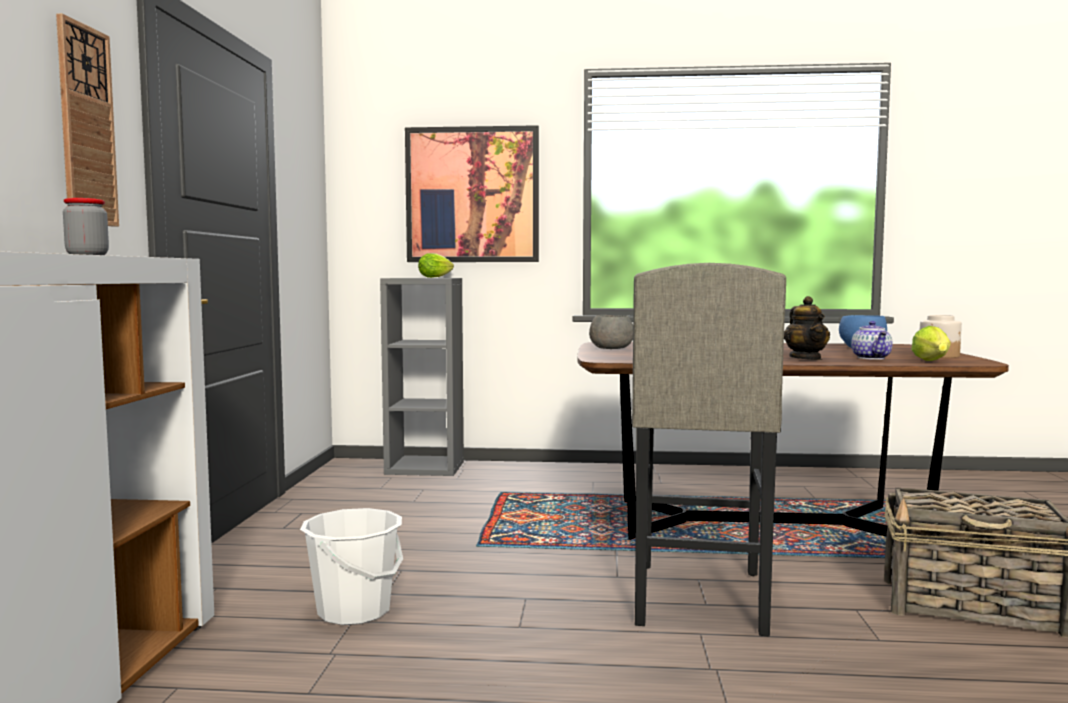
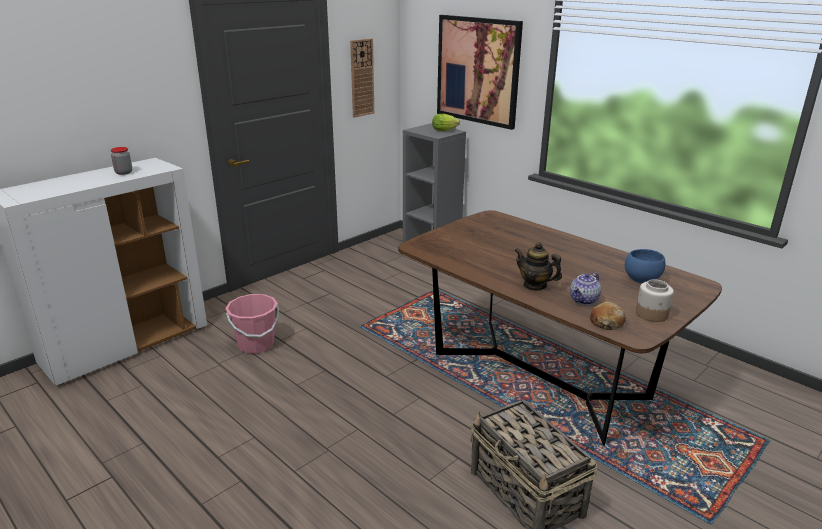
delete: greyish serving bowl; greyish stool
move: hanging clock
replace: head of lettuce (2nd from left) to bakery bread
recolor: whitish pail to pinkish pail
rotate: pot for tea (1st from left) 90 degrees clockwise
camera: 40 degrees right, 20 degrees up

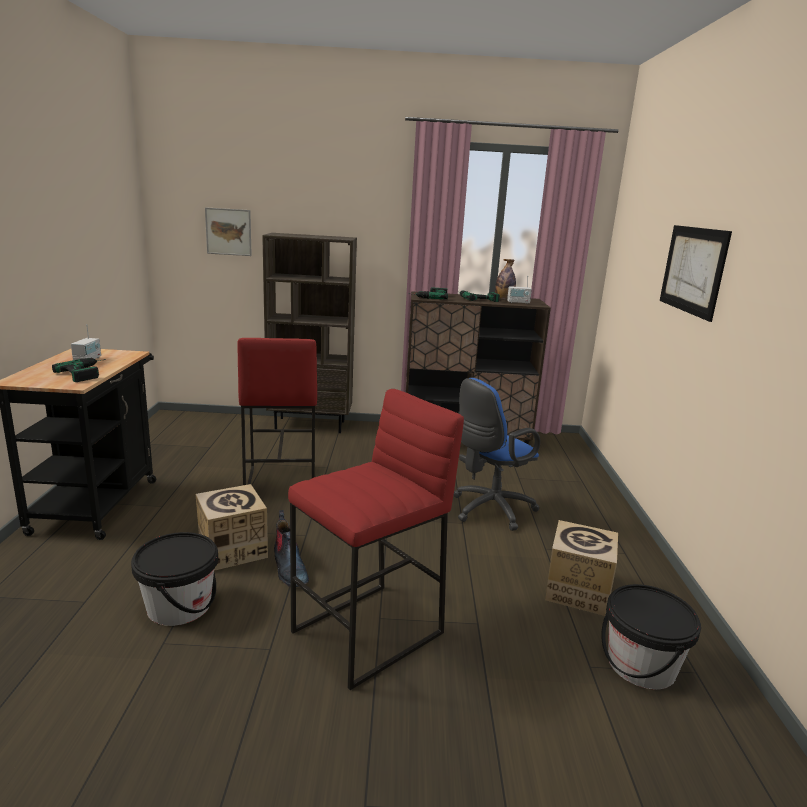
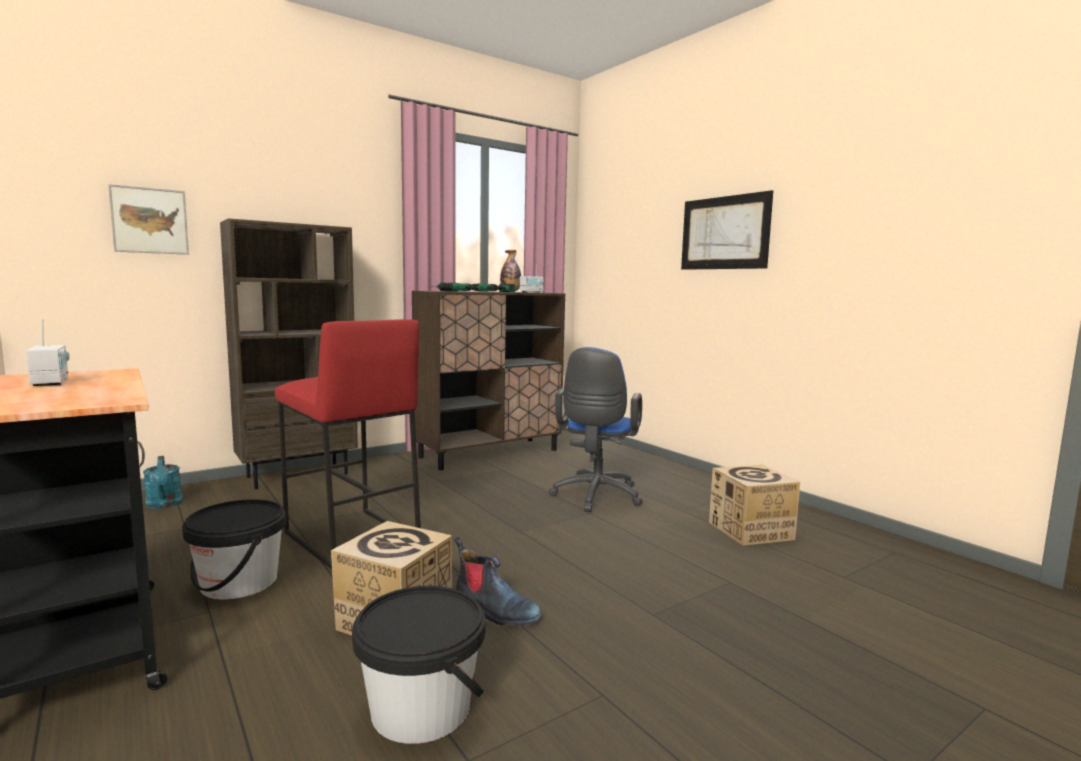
delete: electric drill (1st from left); red stool (2nd from left)
insert: blue-green watering can
move: black pail (2nd from left in the first image) to black pail (1st from left)
camera: 35 degrees left, 10 degrees down

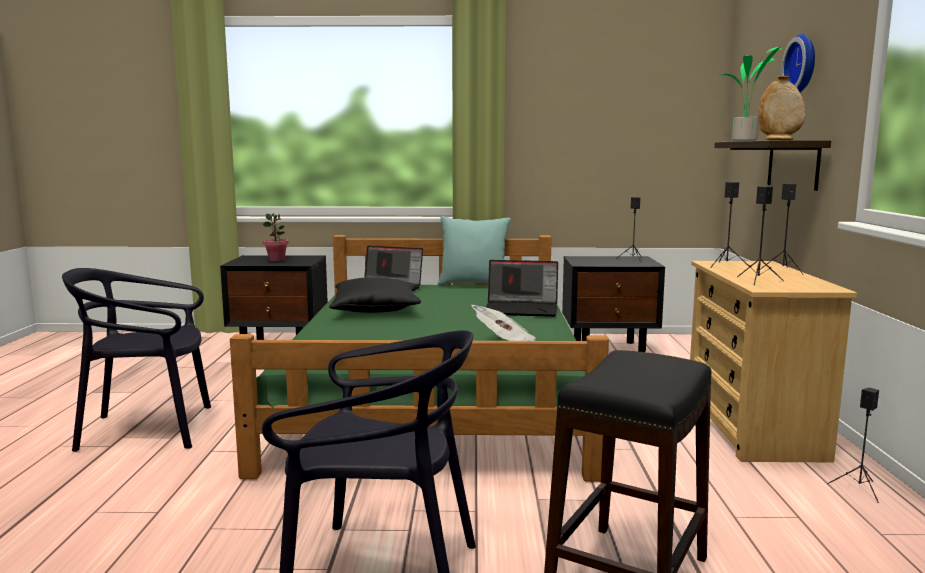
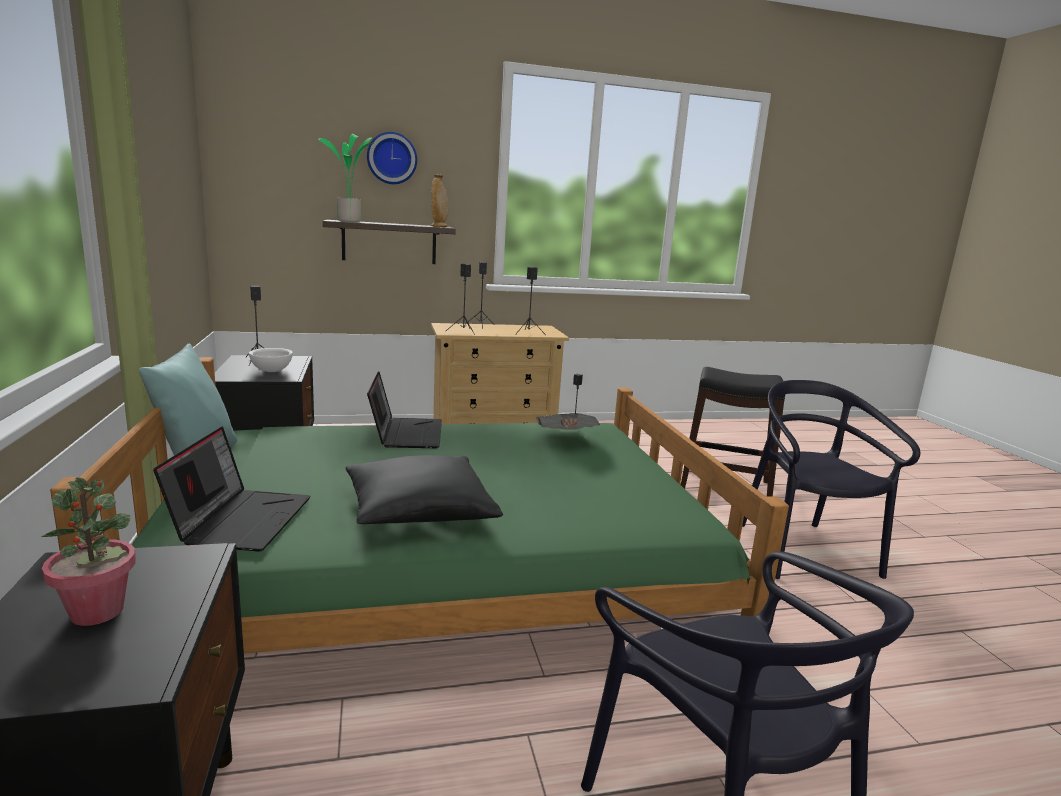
insert: whitish serving bowl
camera: 105 degrees left, 5 degrees up

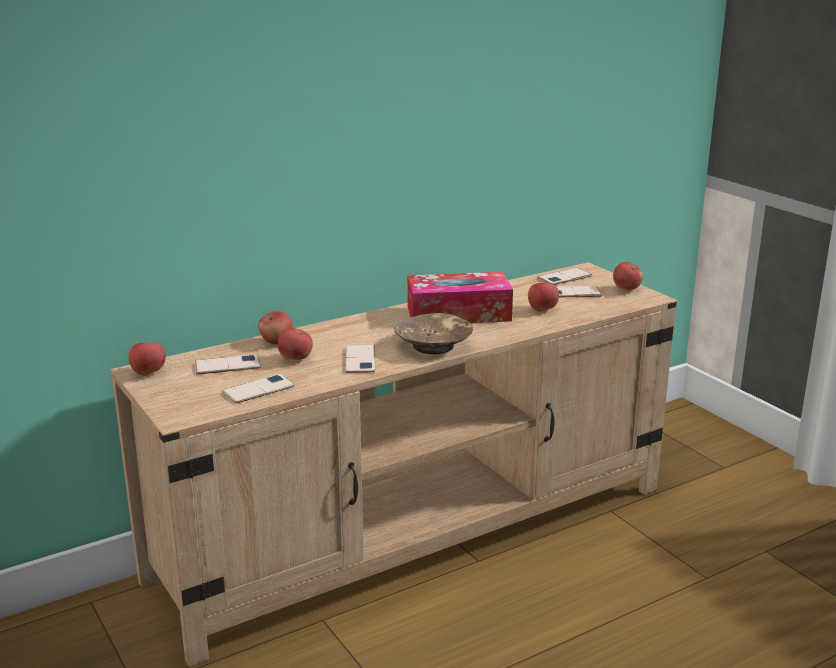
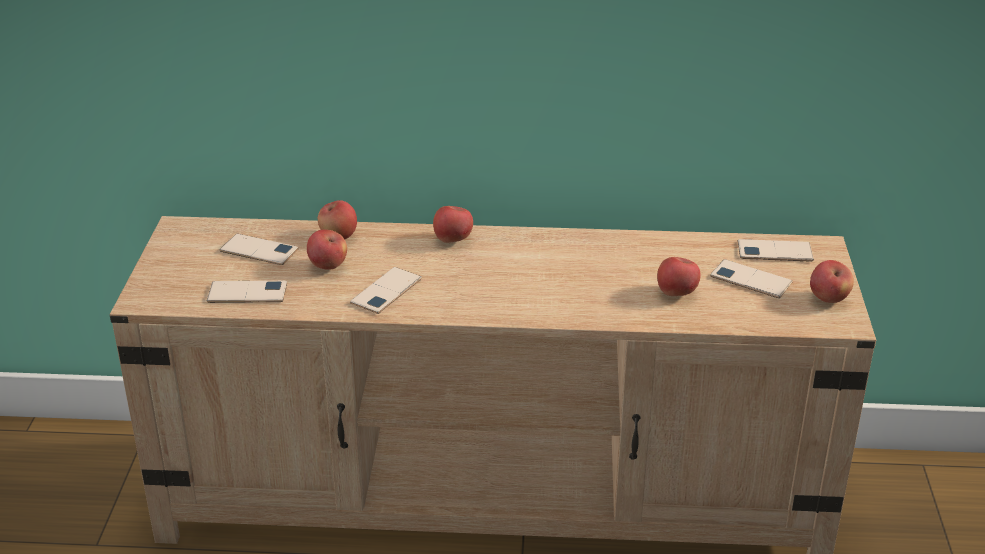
delete: brown-coloured serving bowl; box of tissues
move: apple fruit (1st from left in the first image) to apple fruit (3rd from left)
camera: 35 degrees right, 10 degrees up

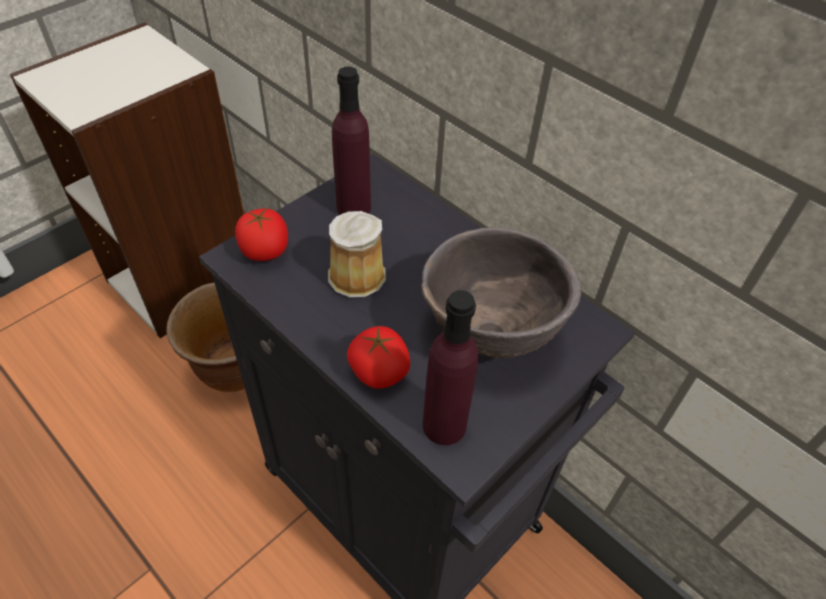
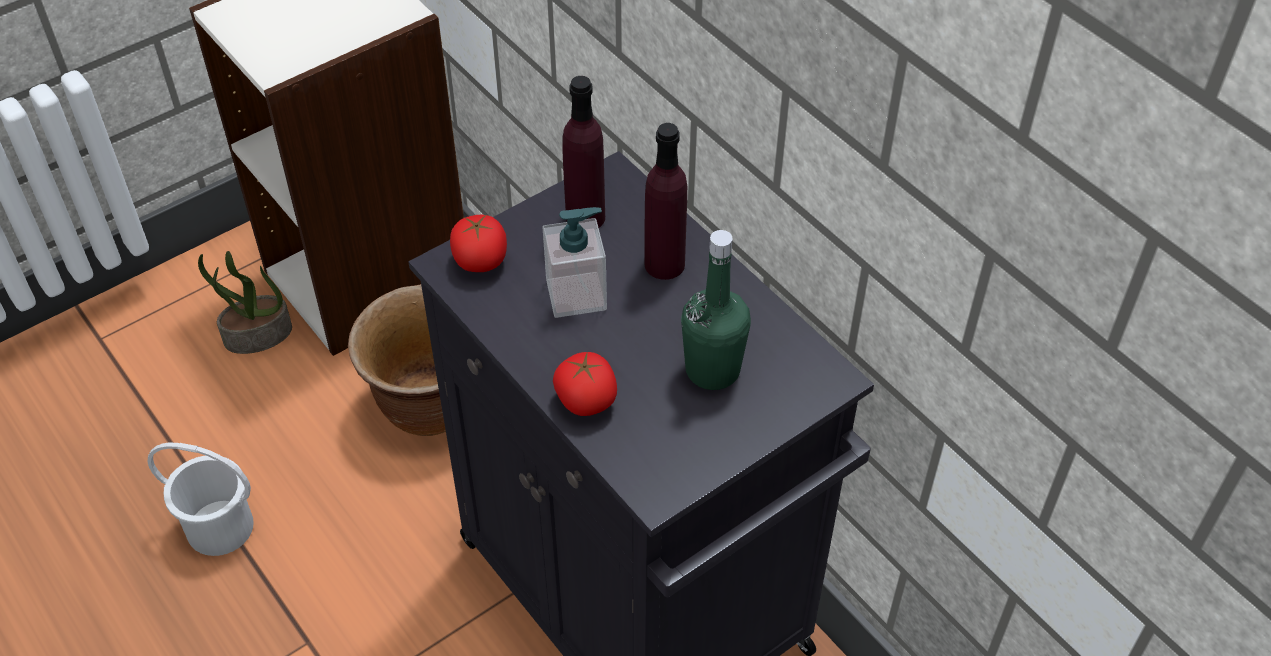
insert: whitish pail; potted plant
move: purple drink bottle (2nd from left)
replace: coffee mug to soap bottle; brown-coloured serving bowl to greenish drink bottle
camera: 10 degrees right, 0 degrees up

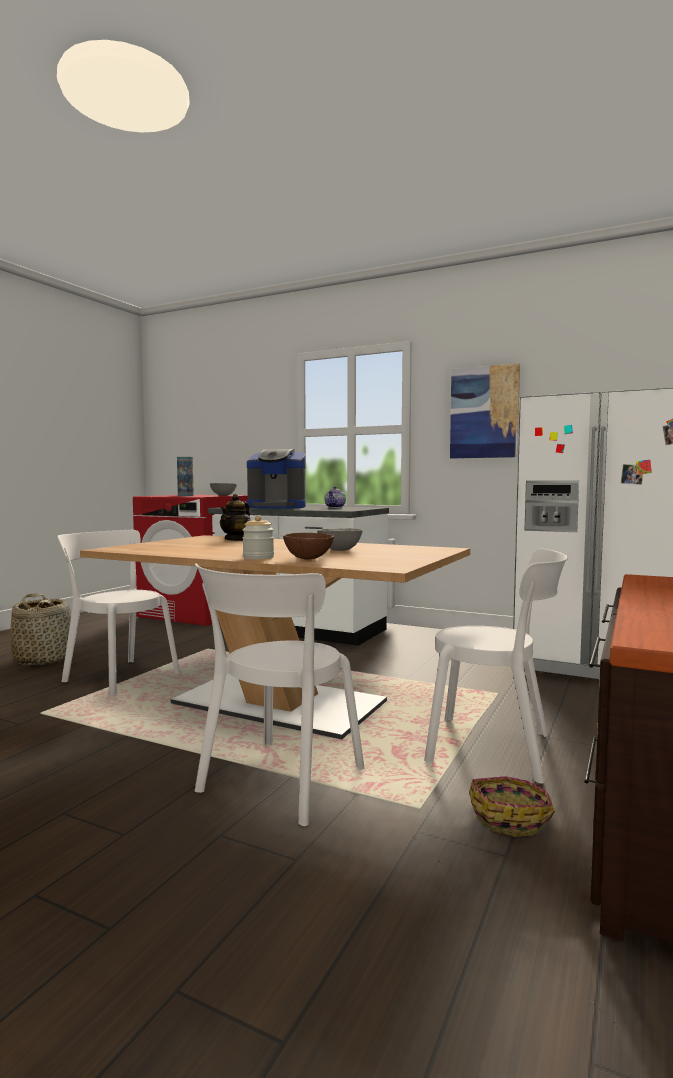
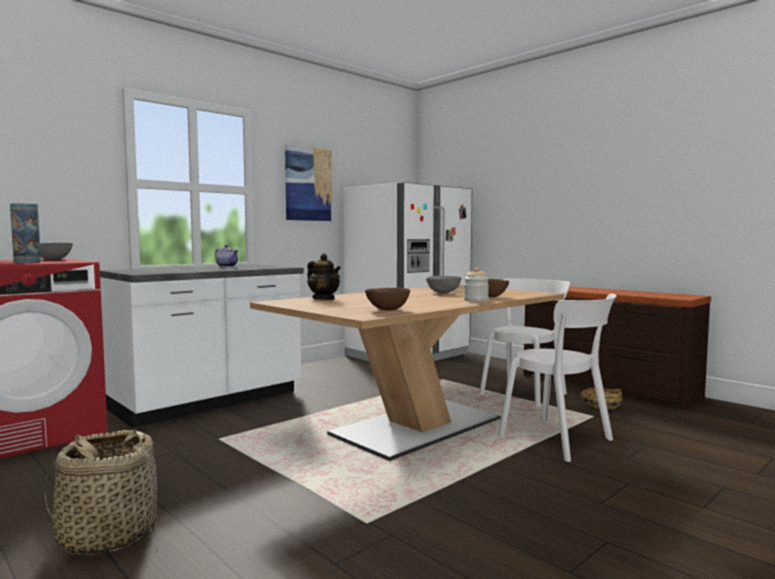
delete: whitish plain chair (1st from left); coffee brewer
insert: brown-coloured serving bowl (1st from left)
camera: 70 degrees left, 0 degrees up

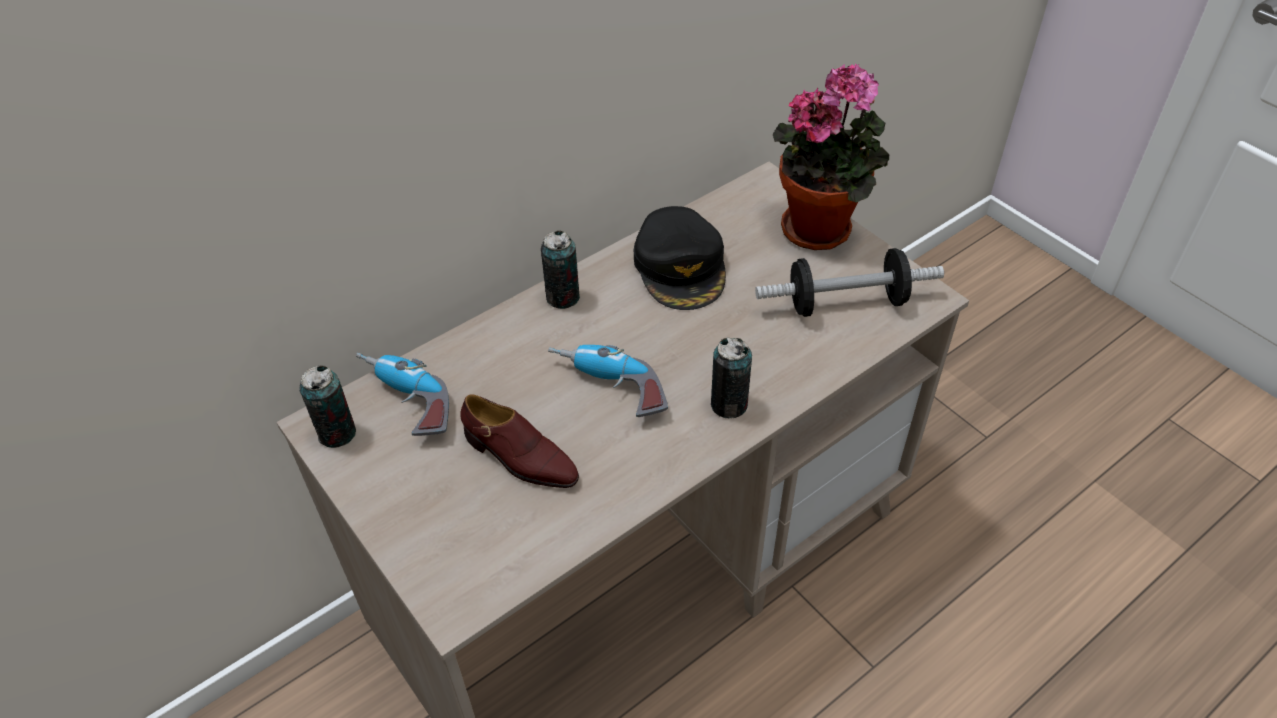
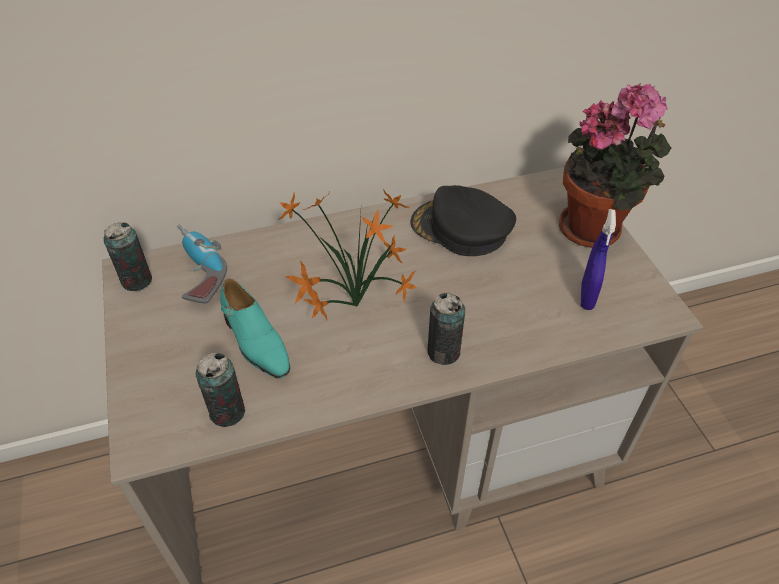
move: sealed can (2nd from left)
replace: electric drill (2nd from left) to potted plant (1st from left); hand weight to blue sprayer
recolor: brown-coloured shoe to blue-green shoe
rotate: black peaked cap 105 degrees clockwise
camera: 20 degrees right, 0 degrees up

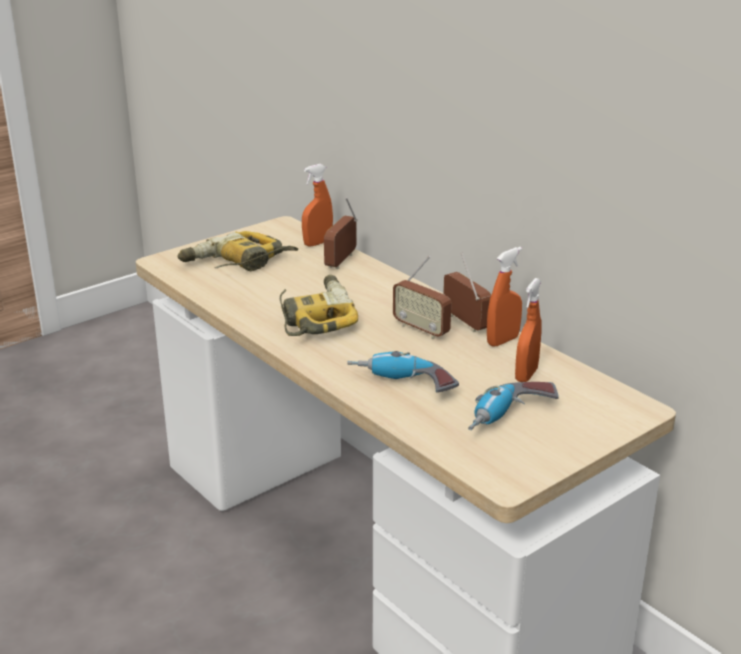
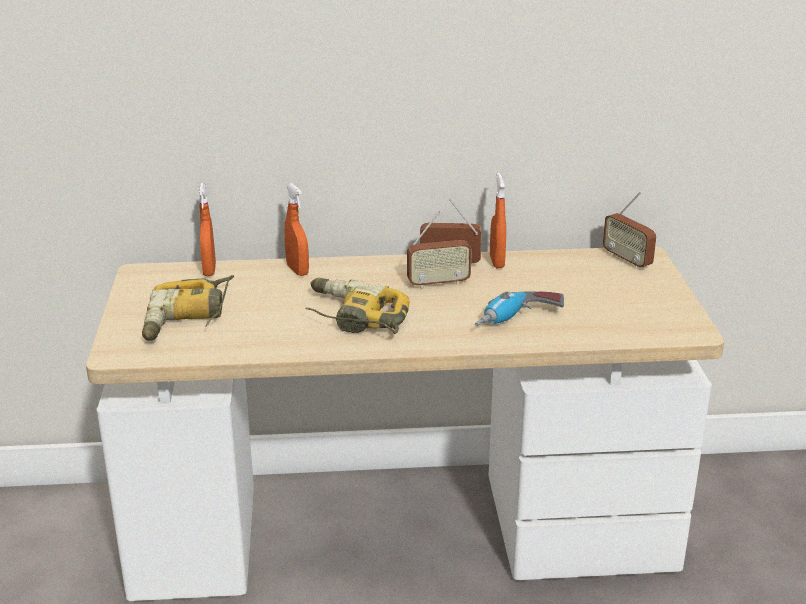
delete: electric drill (4th from left)
move: orangey sprayer (3rd from left in the first image) to orangey sprayer (2nd from left); radio (1st from left in the first image) to radio (3rd from left)
camera: 55 degrees left, 0 degrees up

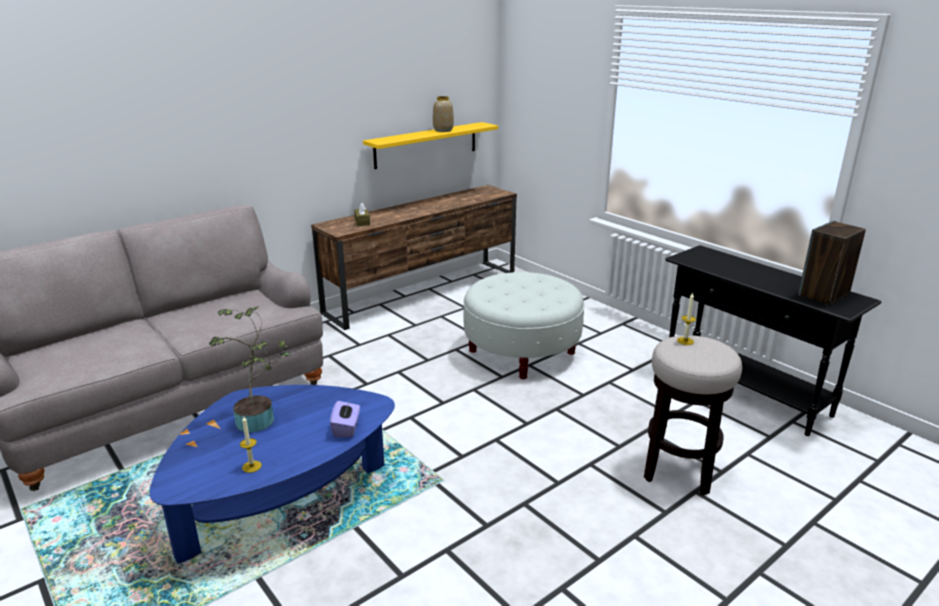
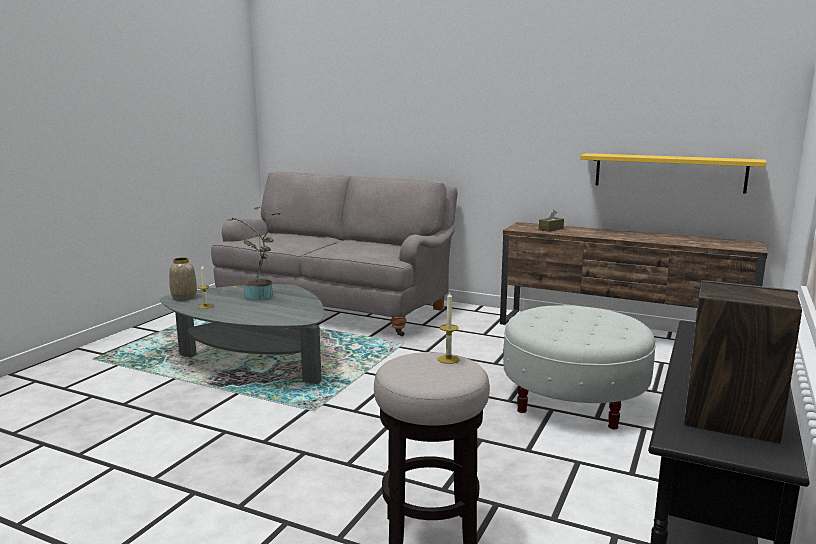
delete: purple box of tissues
move: decorative vase
recolor: blue coffee table to greyish coffee table
camera: 65 degrees right, 10 degrees down

